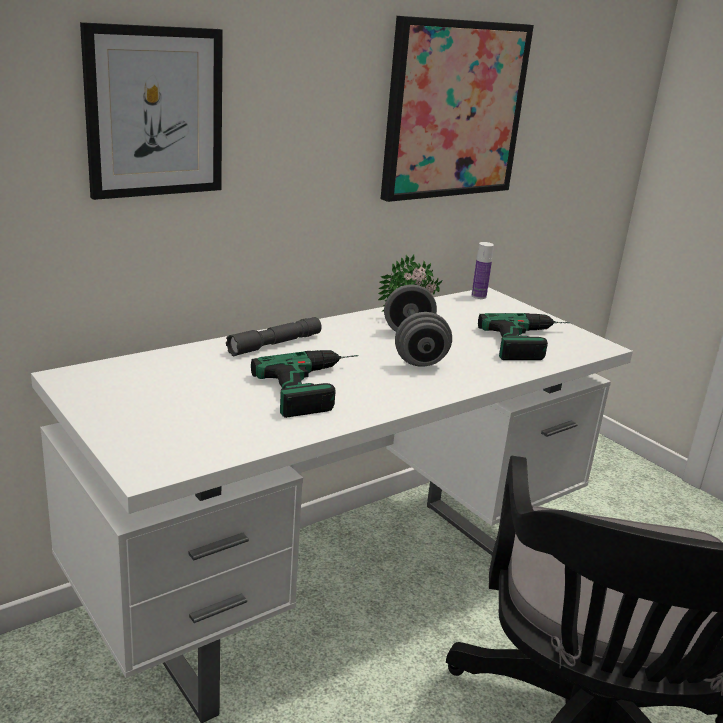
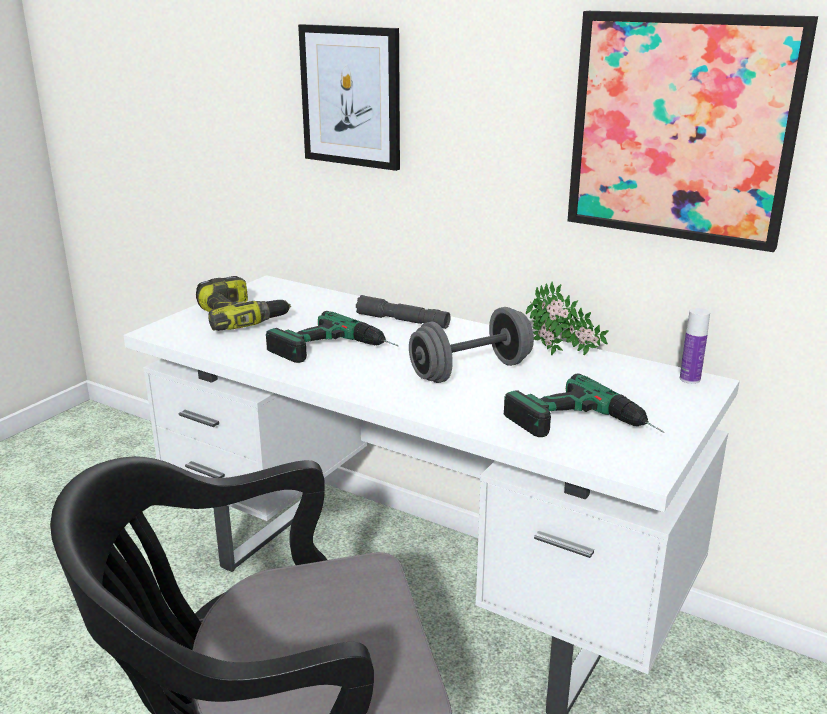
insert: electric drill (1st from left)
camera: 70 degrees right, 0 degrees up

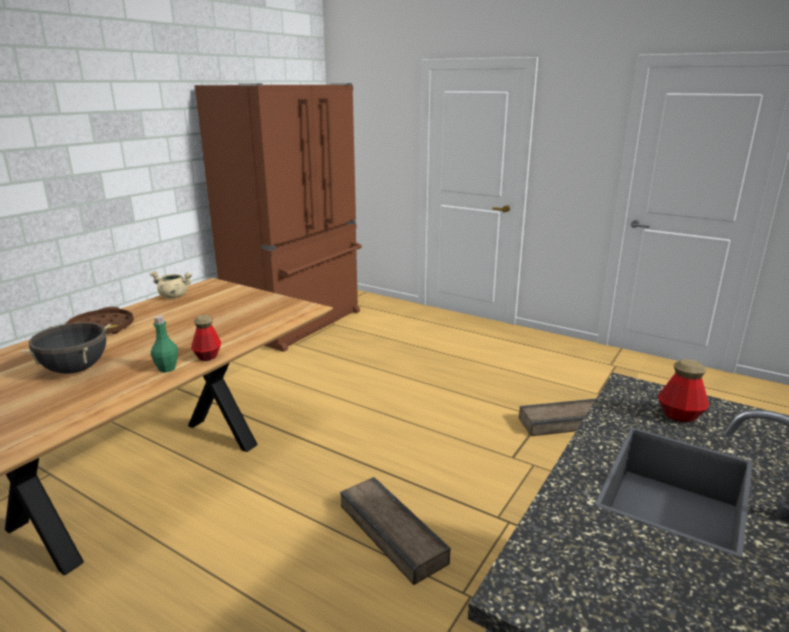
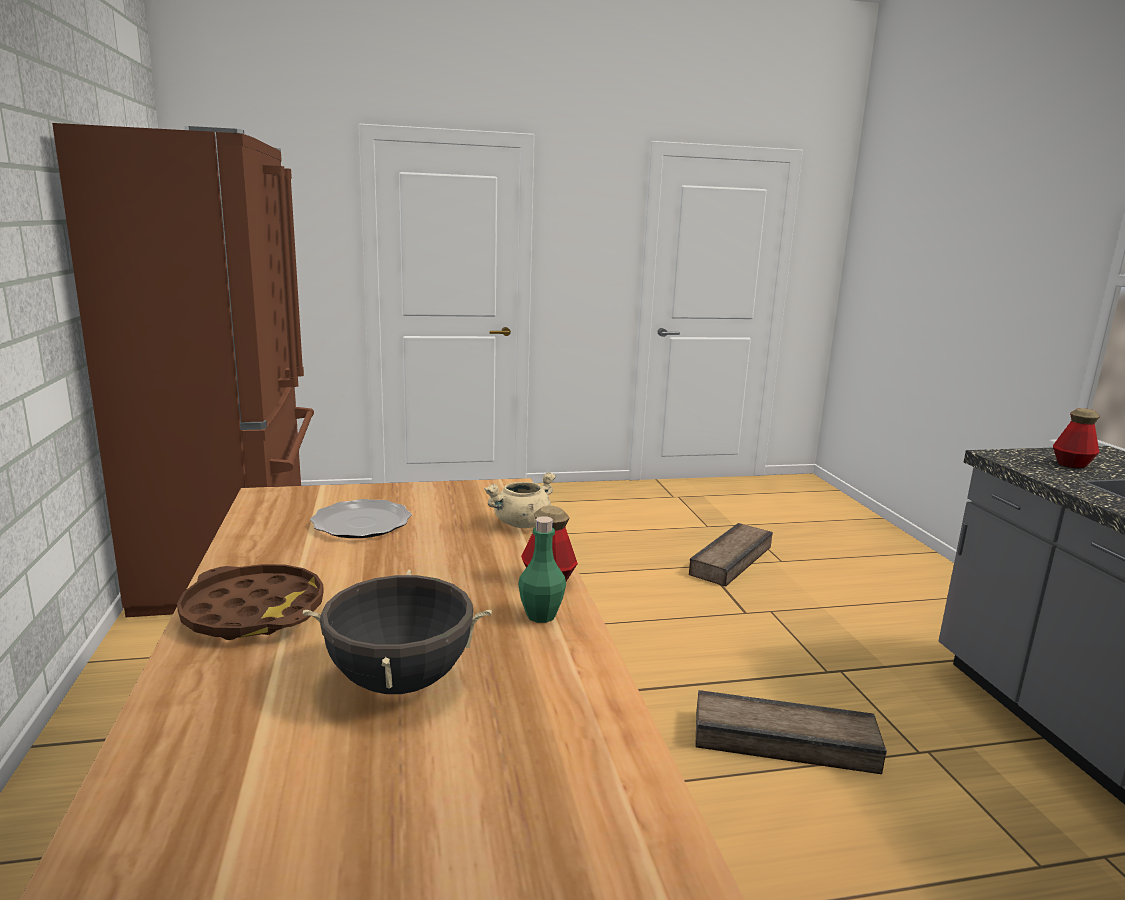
insert: flat dish
move: beige saucepot
camera: 45 degrees left, 5 degrees down

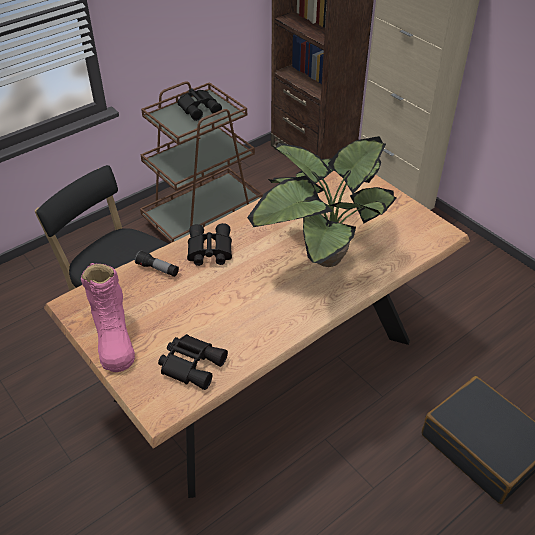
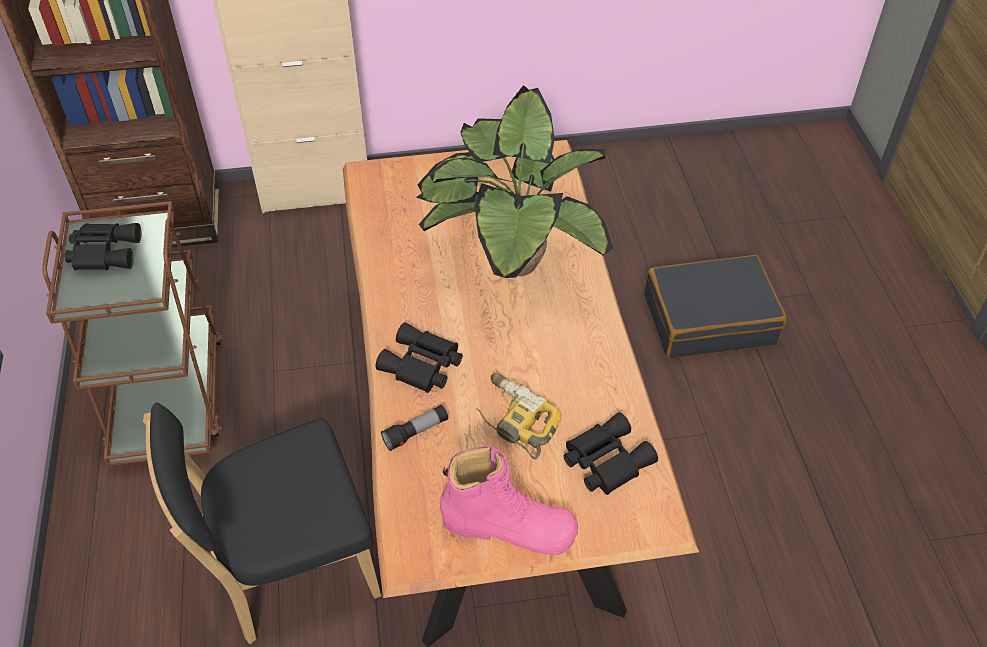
insert: electric drill
camera: 60 degrees left, 5 degrees up

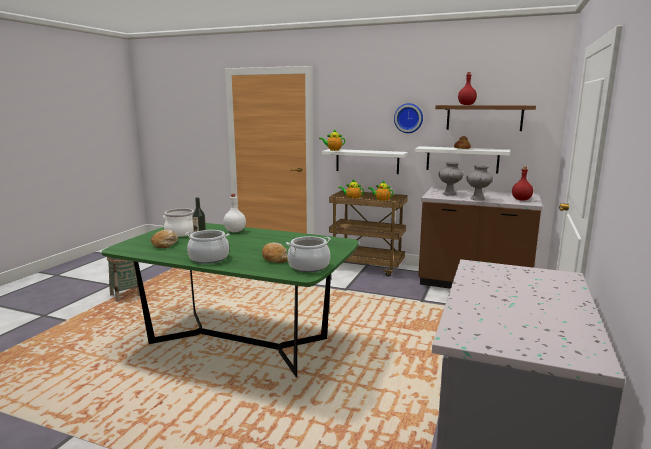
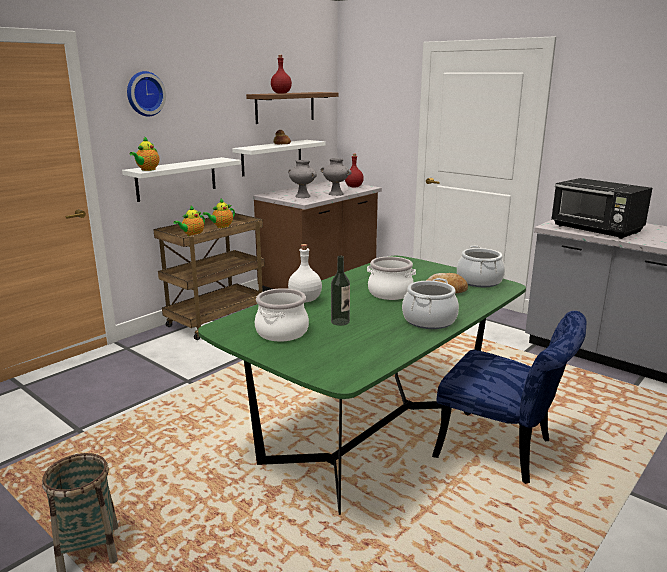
delete: bakery bread (1st from left)
insert: saucepot (2nd from left); blue plain chair; black microwave oven
move: hanging clock
camera: 70 degrees left, 5 degrees up

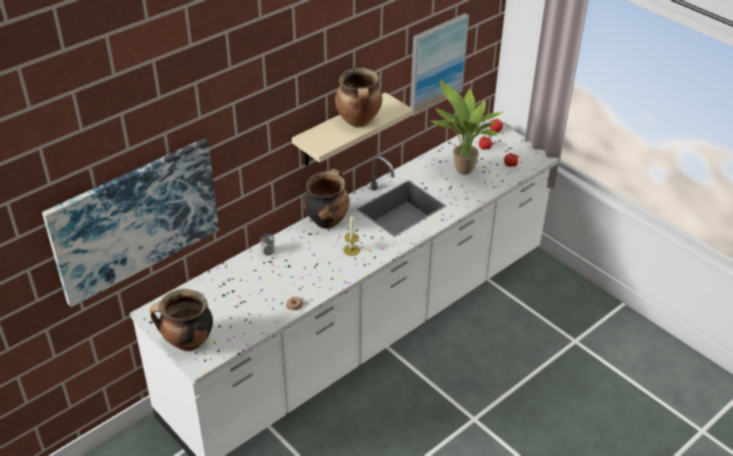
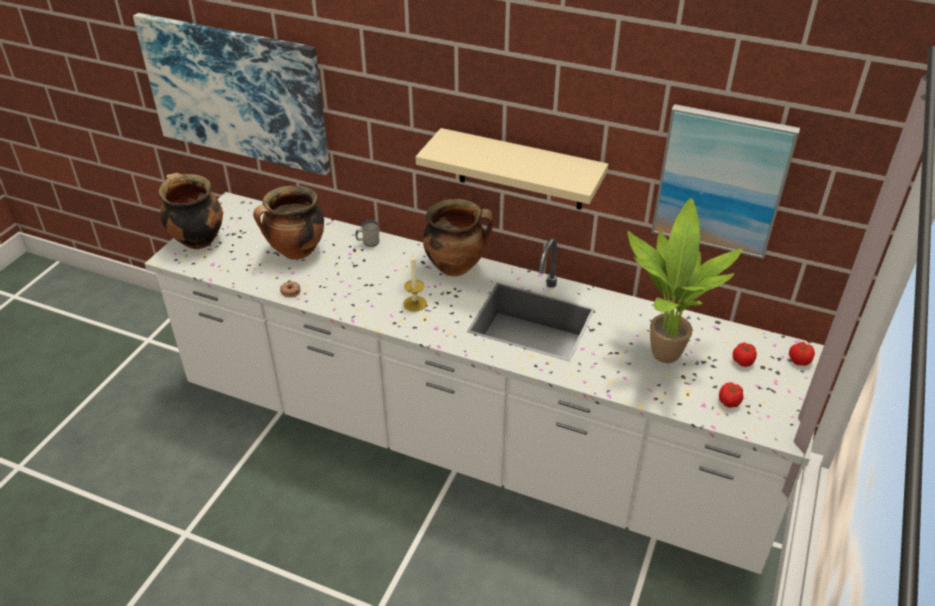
move: saucepot (3rd from left in the first image) to saucepot (2nd from left)
camera: 65 degrees right, 0 degrees up

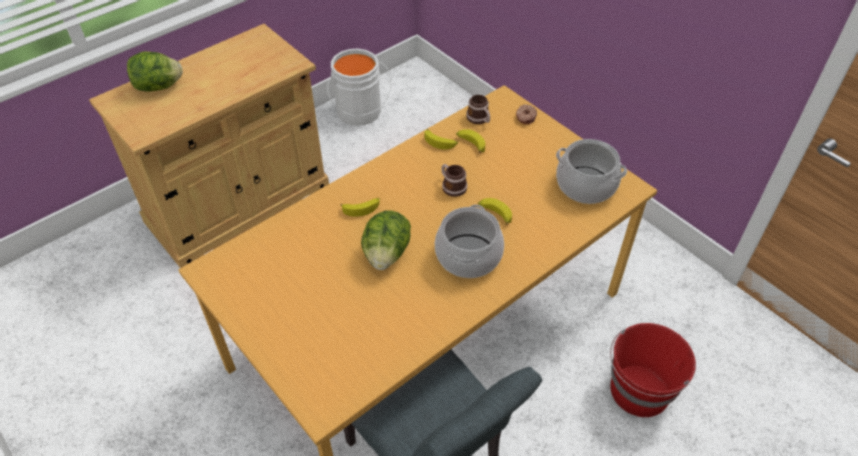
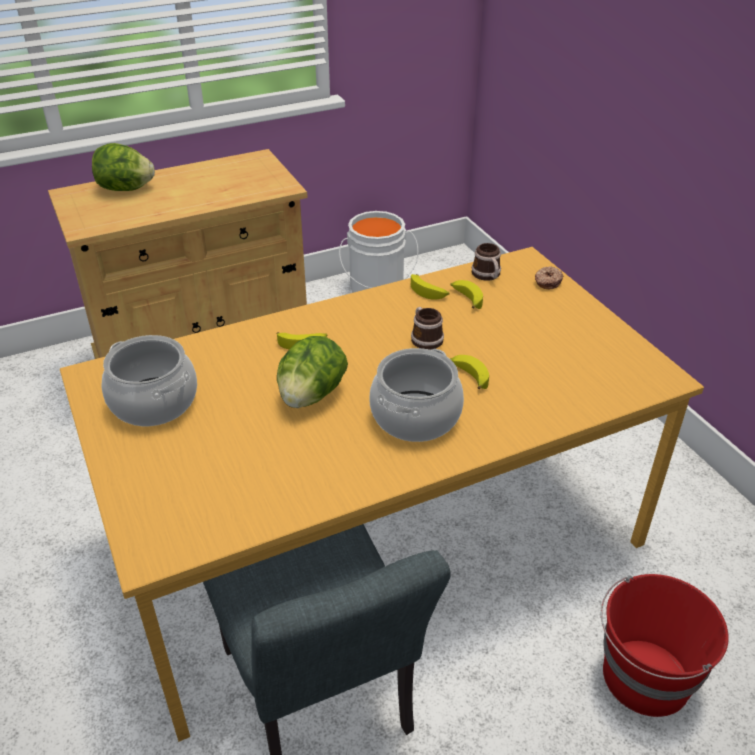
move: saucepot (2nd from left in the first image) to saucepot (1st from left)
camera: 15 degrees right, 10 degrees down

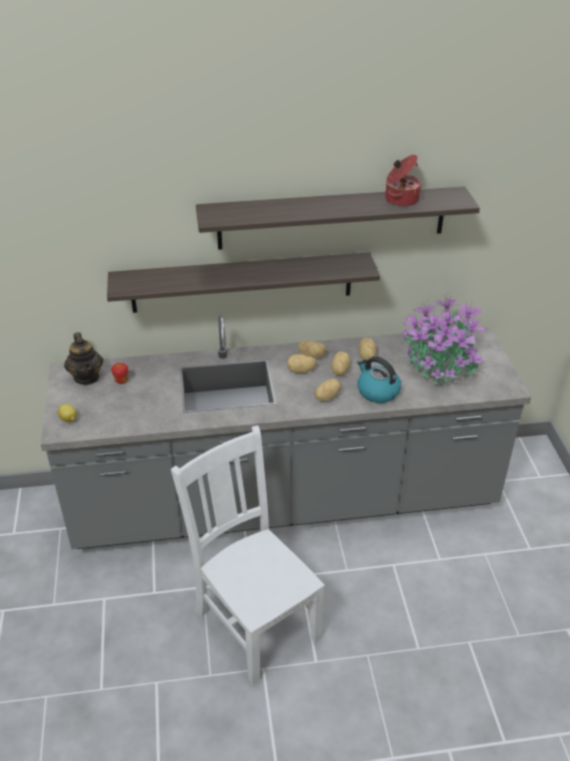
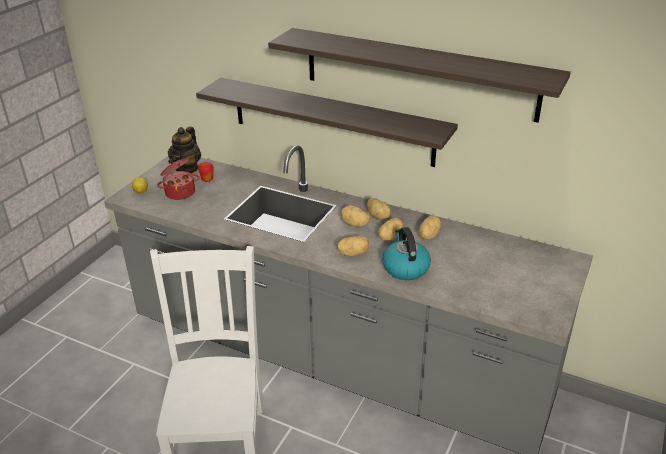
delete: potted plant
move: saucepot
camera: 35 degrees right, 5 degrees down

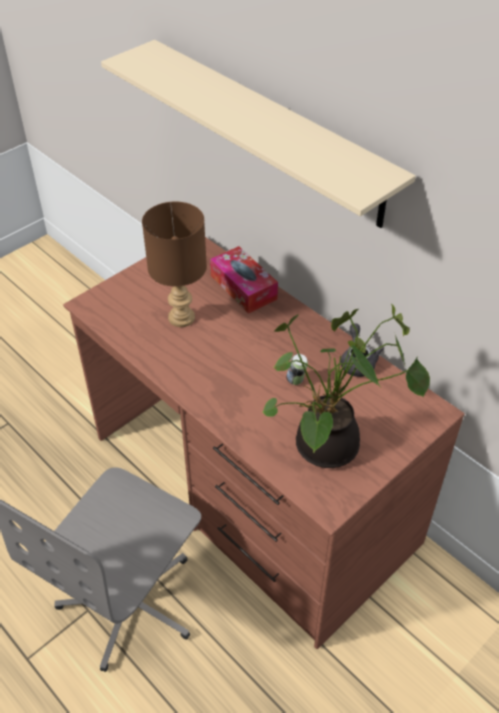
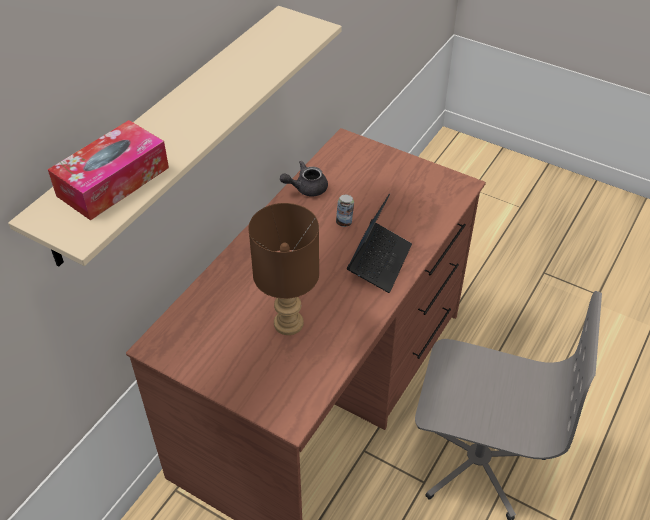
delete: potted plant
insert: portable computer
move: box of tissues
camera: 105 degrees left, 0 degrees up

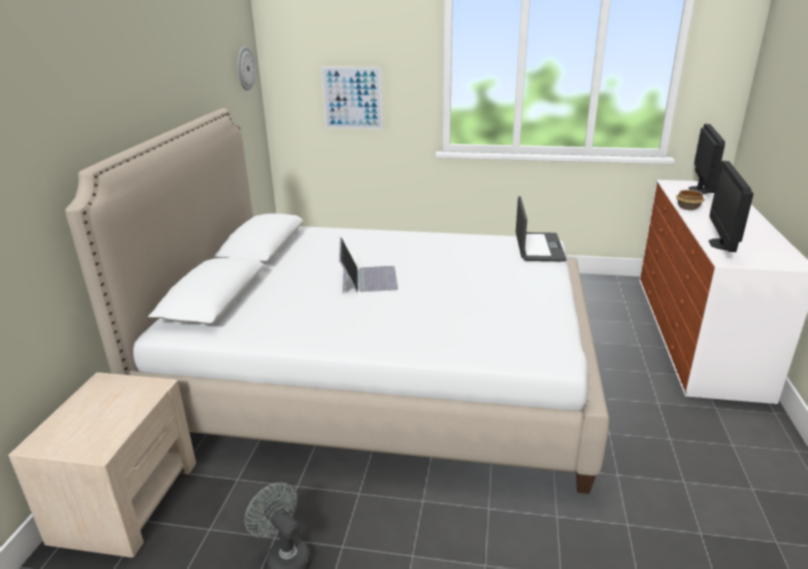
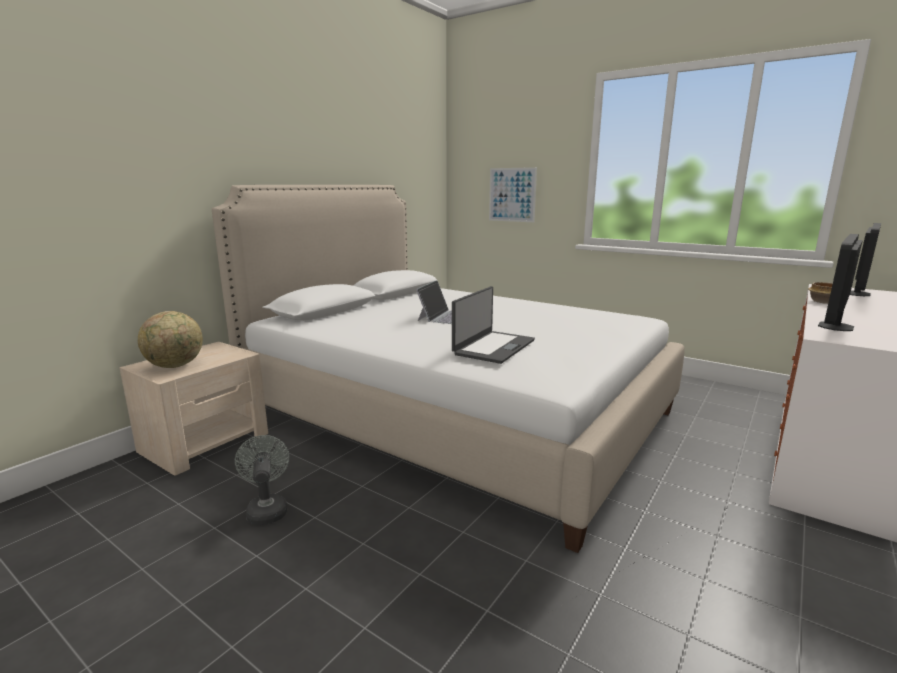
delete: hanging clock
insert: world globe
move: portable computer (2nd from left)
camera: 25 degrees right, 10 degrees down

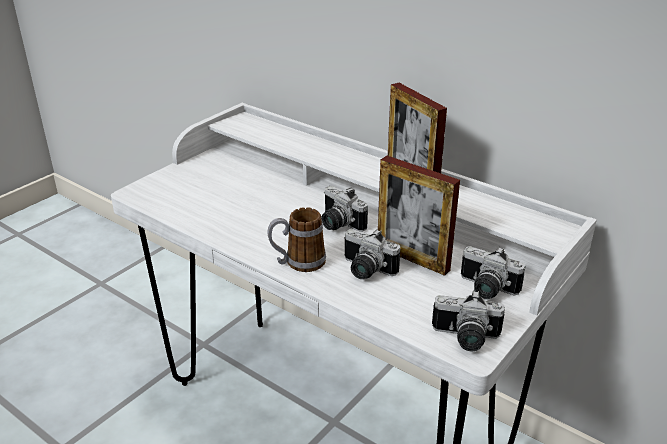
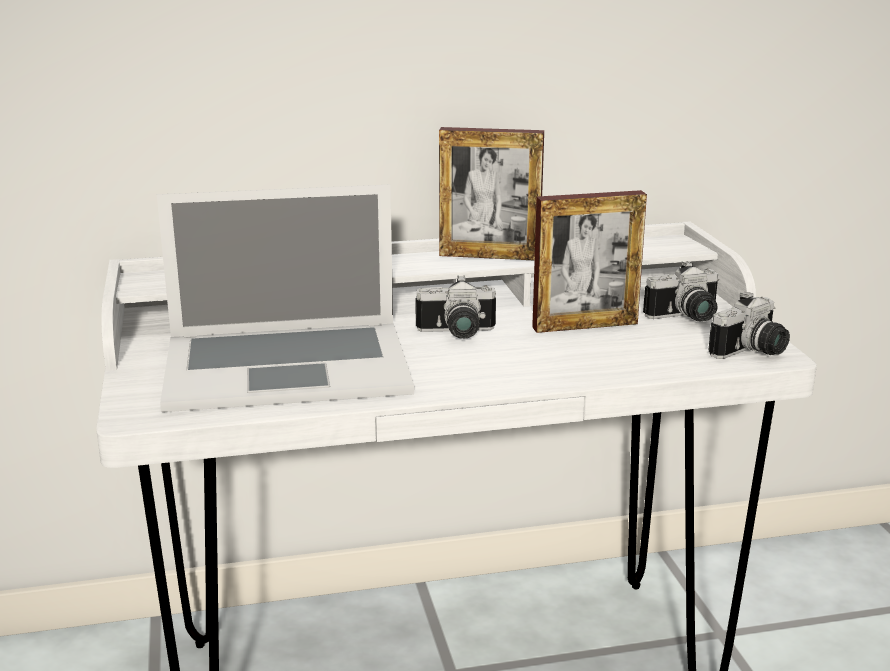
delete: coffee mug; photo camera (2nd from left)
insert: portable computer
camera: 50 degrees left, 10 degrees down

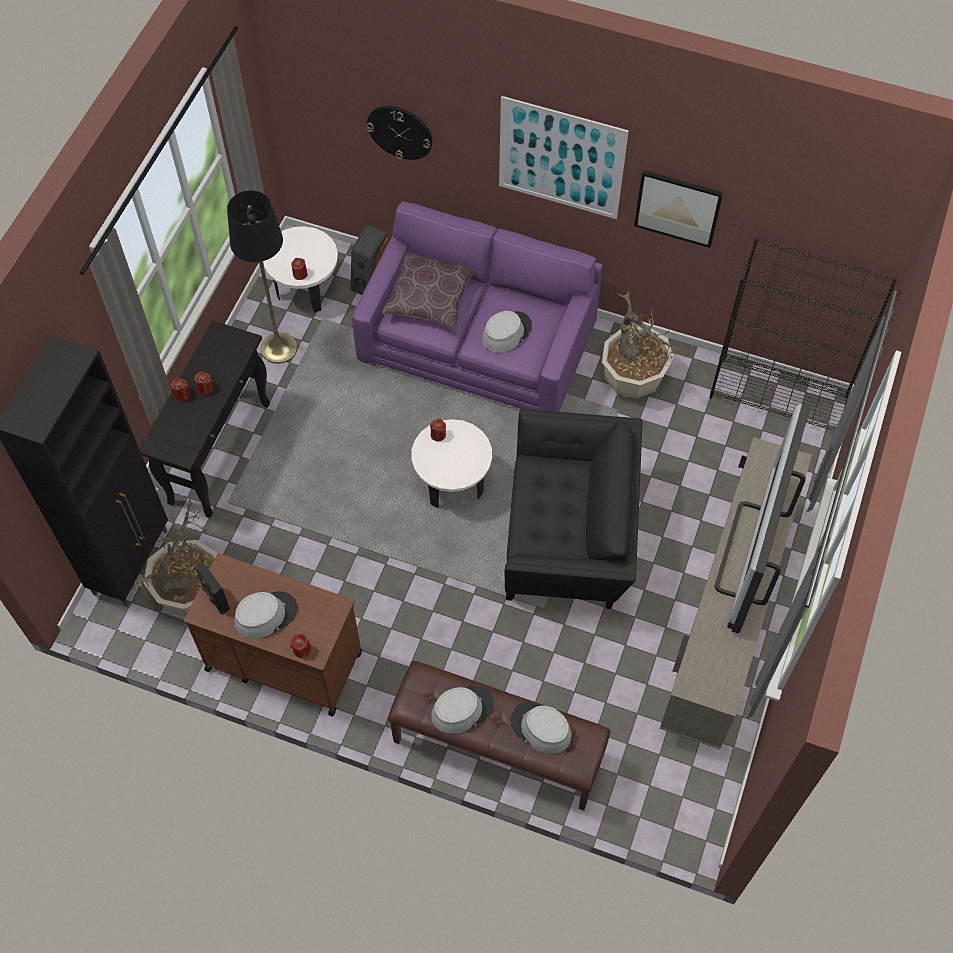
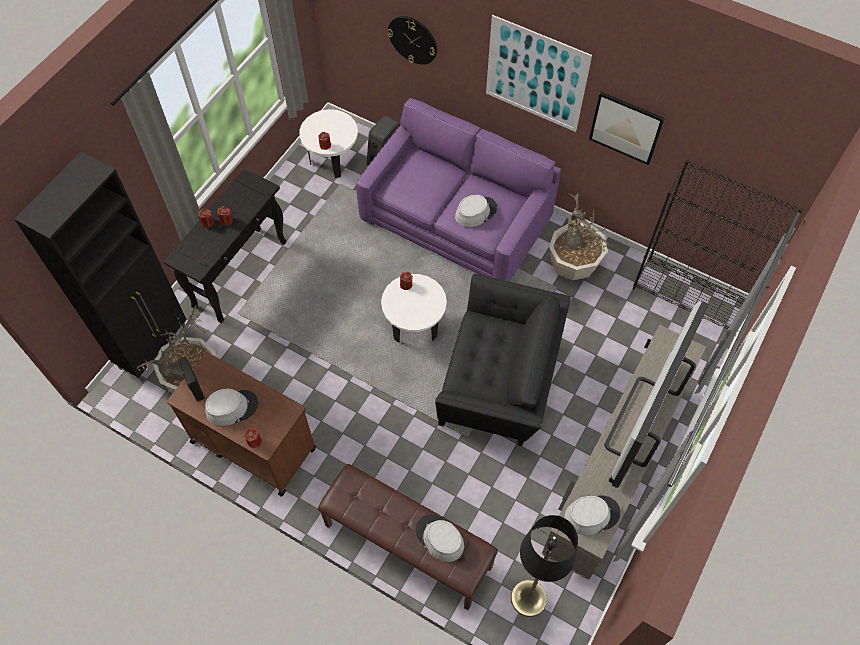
delete: brown-coloured pillow
move: black floor lamp; greyish wearable hat (2nd from left in the first image) to greyish wearable hat (4th from left)
camera: 10 degrees right, 0 degrees up

